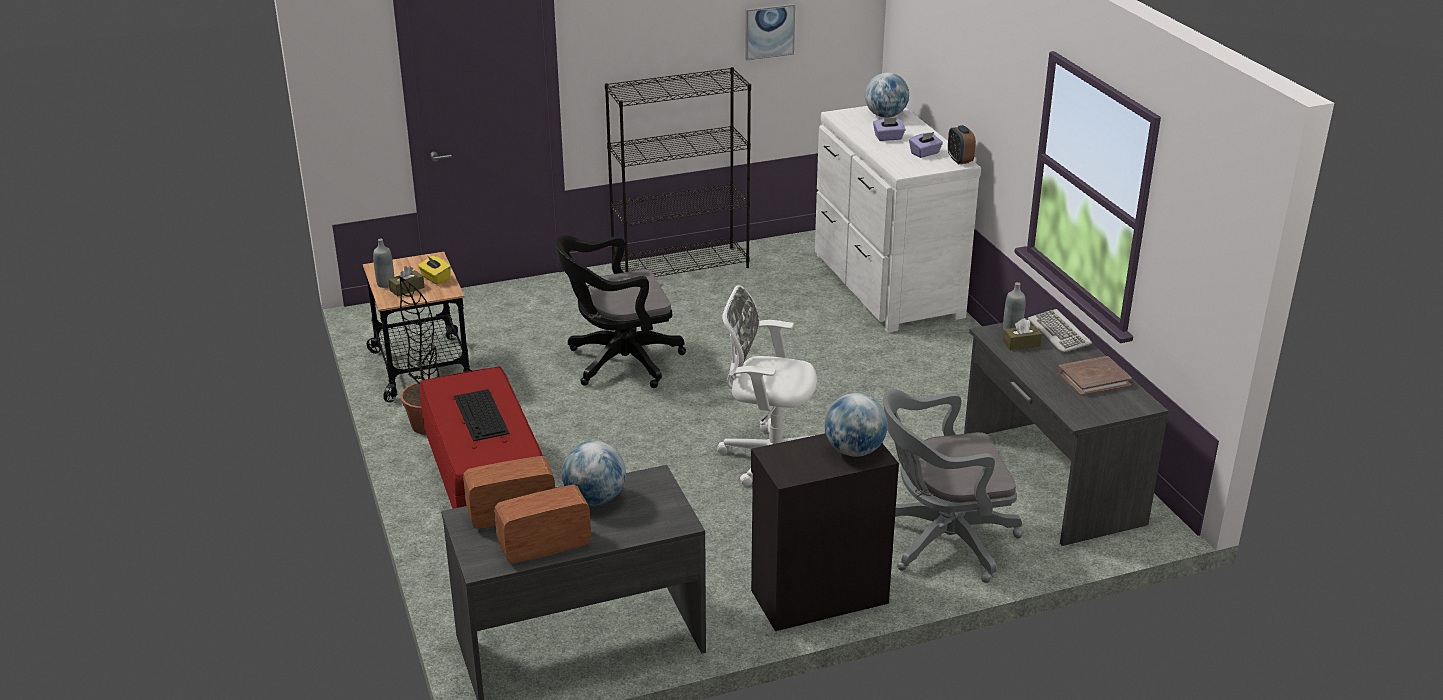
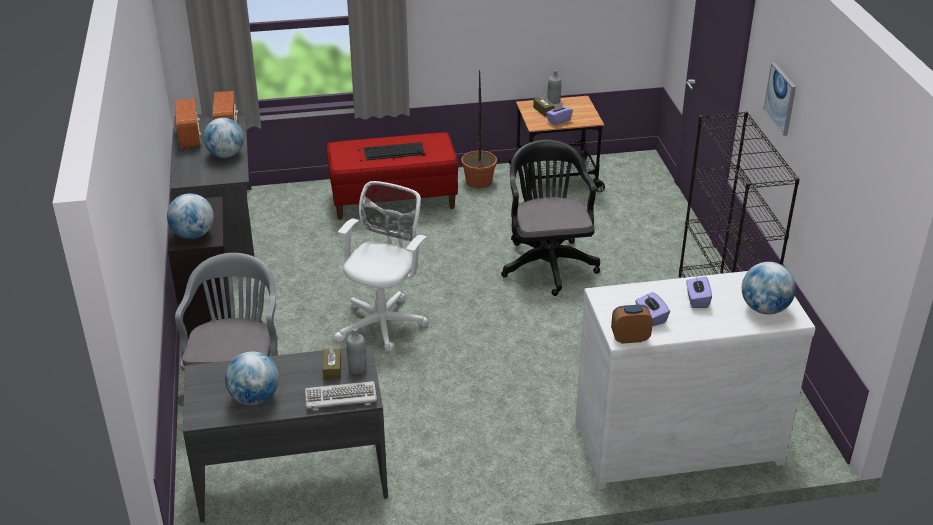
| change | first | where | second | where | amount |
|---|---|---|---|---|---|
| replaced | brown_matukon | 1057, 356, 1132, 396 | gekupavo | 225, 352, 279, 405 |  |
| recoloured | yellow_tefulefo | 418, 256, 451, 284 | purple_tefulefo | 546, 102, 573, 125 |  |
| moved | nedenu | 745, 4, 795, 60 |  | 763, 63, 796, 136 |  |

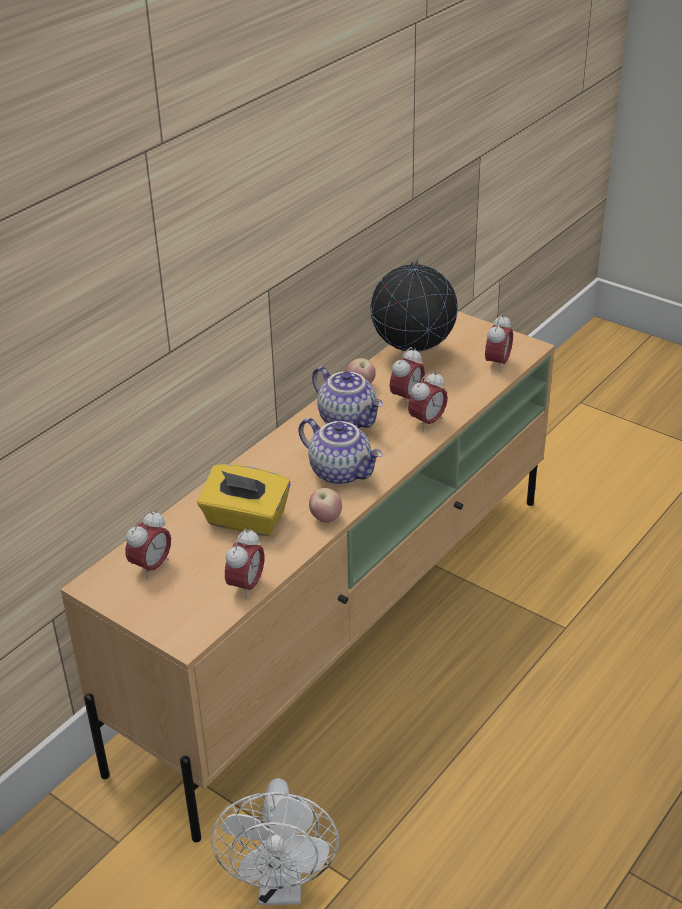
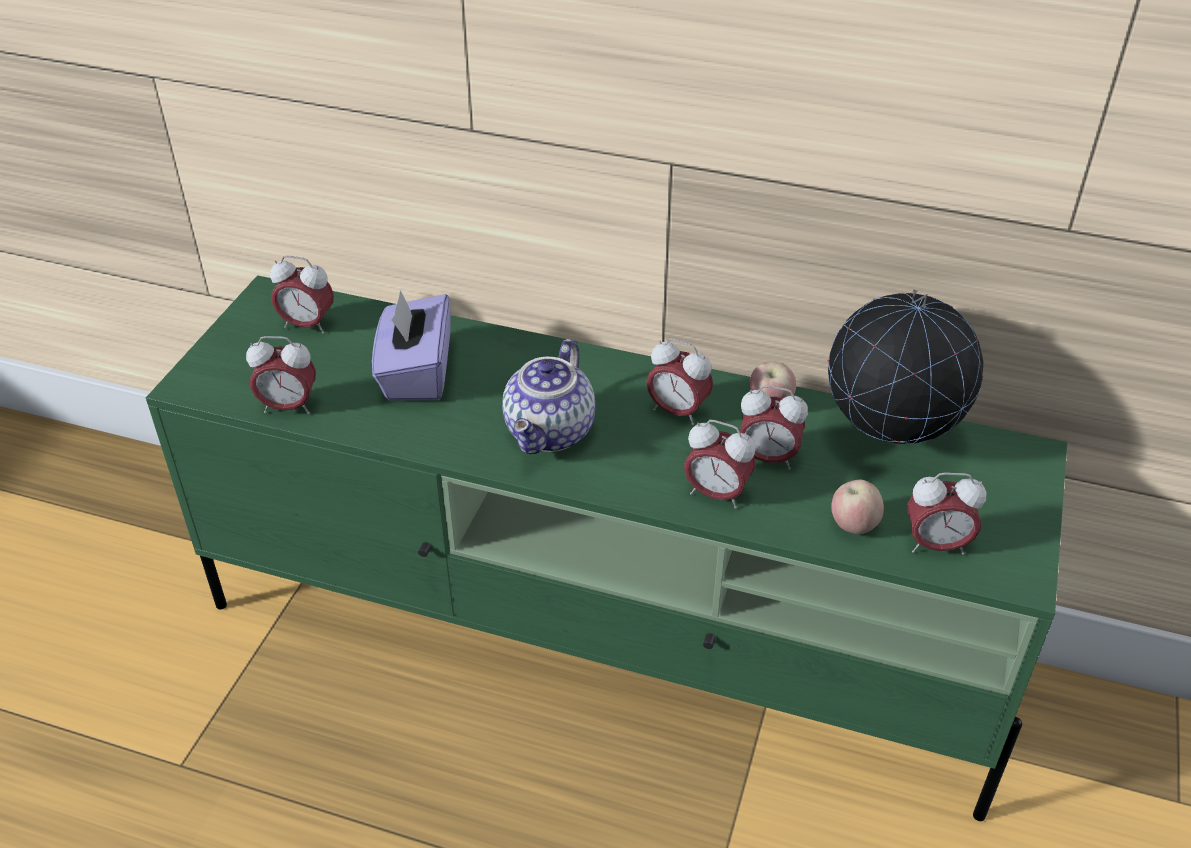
| change | first | where | second | where | amount |
|---|---|---|---|---|---|
| recoloured | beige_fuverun | 61, 311, 555, 843 | green_fuverun | 146, 275, 1067, 821 |  |
| recoloured | yellow_tefulefo | 197, 464, 291, 536 | purple_tefulefo | 372, 290, 450, 401 |  |
| replaced | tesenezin | 312, 366, 383, 429 | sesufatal | 646, 338, 713, 425 |  |
| moved | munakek | 309, 488, 342, 523 |  | 831, 480, 884, 534 |  |
| removed | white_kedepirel | 211, 778, 339, 905 |  |  |  |

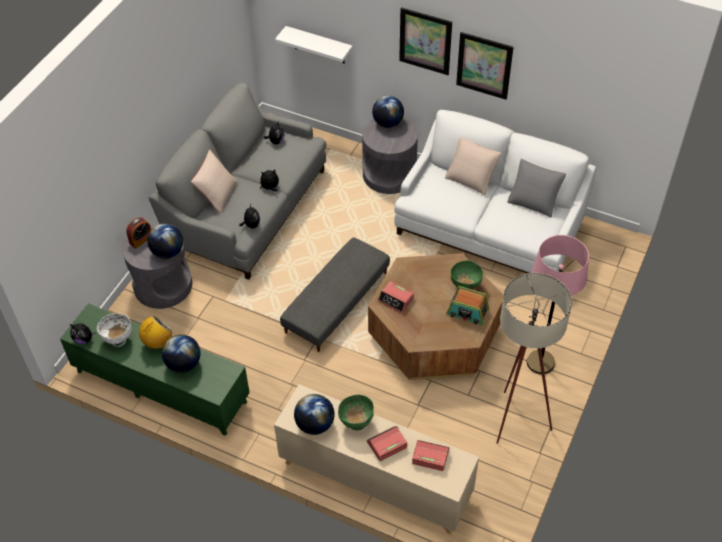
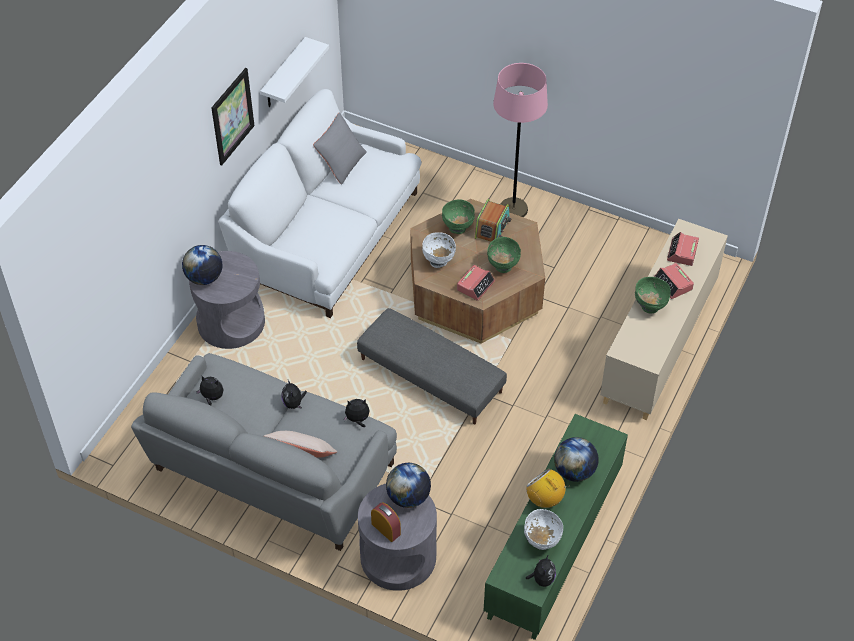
| change | first | where | second | where | amount |
|---|---|---|---|---|---|
| moved | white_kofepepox | 275, 26, 353, 63 |  | 260, 37, 329, 107 |  |
| added |  |  | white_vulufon | 422, 232, 456, 268 |  |
| added |  |  | green_vulufon | 487, 237, 521, 273 |  |
| removed | gekupavo | 294, 394, 335, 435 |  |  |  |
| removed | nedenu | 399, 7, 452, 75 |  |  |  |
| removed | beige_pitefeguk | 445, 137, 502, 195 |  |  |  |
| removed | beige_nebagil | 497, 273, 572, 444 |  |  |  |

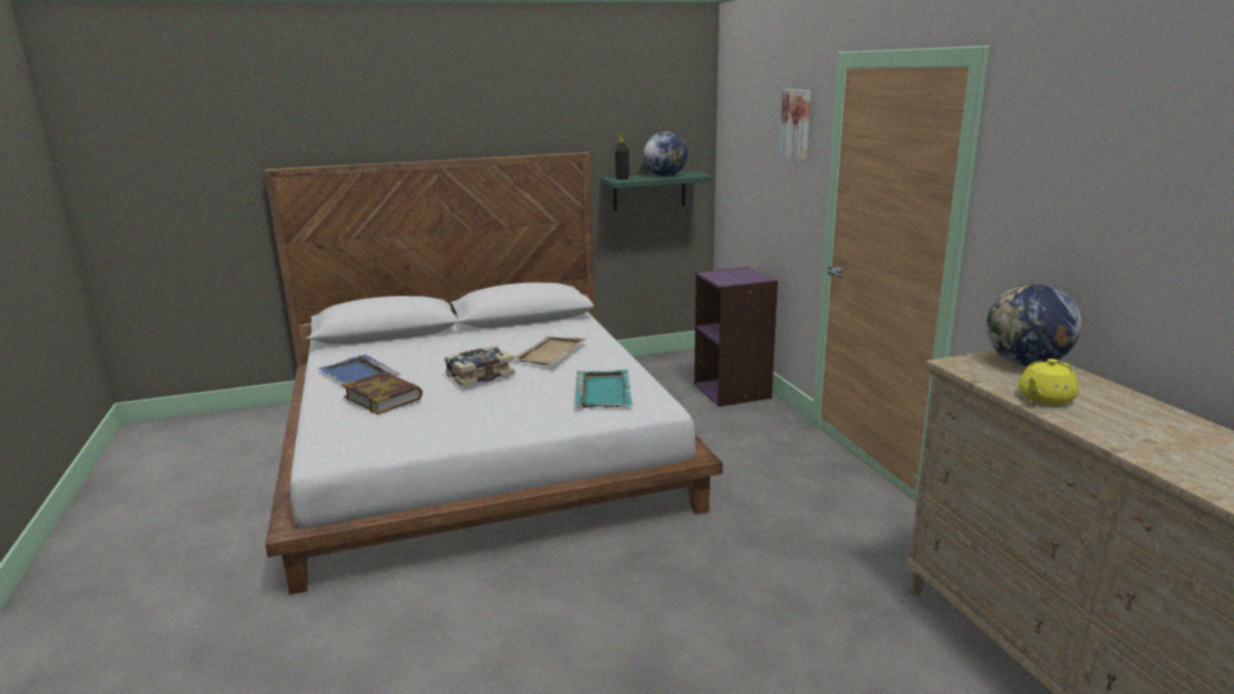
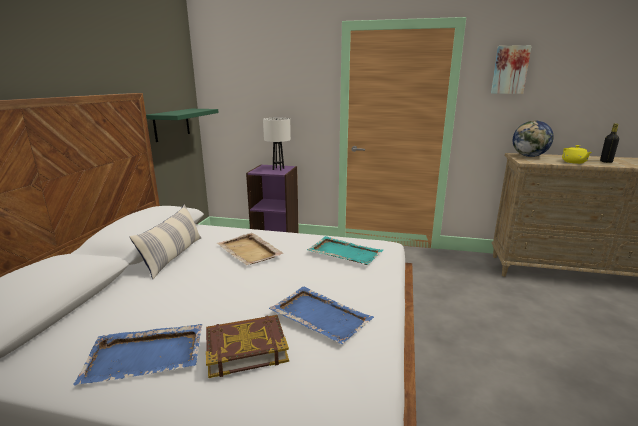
| change | first | where | second | where | amount |
|---|---|---|---|---|---|
| added |  |  | pitefeguk | 130, 204, 201, 279 |  |
| added |  |  | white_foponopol | 263, 118, 291, 170 |  |
| added |  |  | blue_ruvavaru | 269, 287, 374, 344 |  |
| moved | nedenu | 779, 89, 811, 160 |  | 491, 45, 532, 94 |  |
| moved | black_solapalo | 615, 133, 629, 179 |  | 600, 123, 619, 163 |  |
| removed | matukon | 445, 345, 515, 387 |  |  |  |
| removed | gekupavo | 643, 131, 688, 176 |  |  |  |

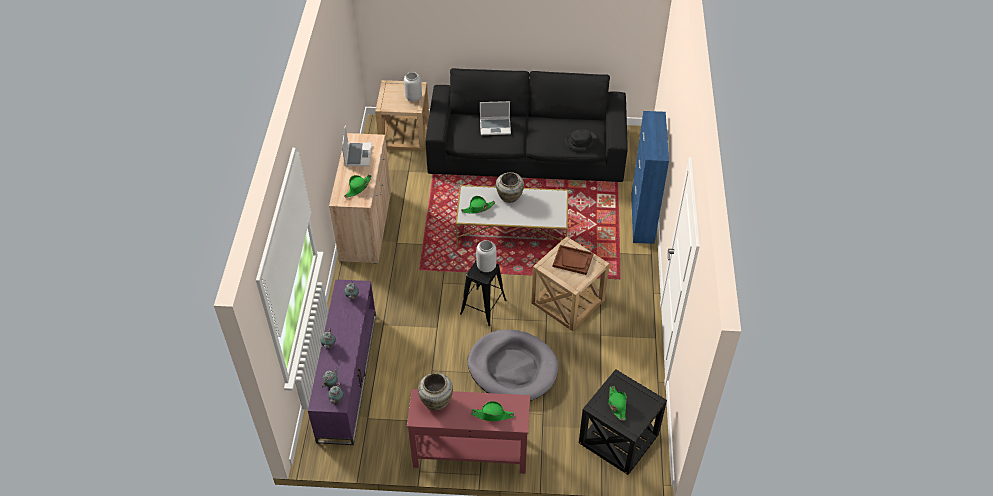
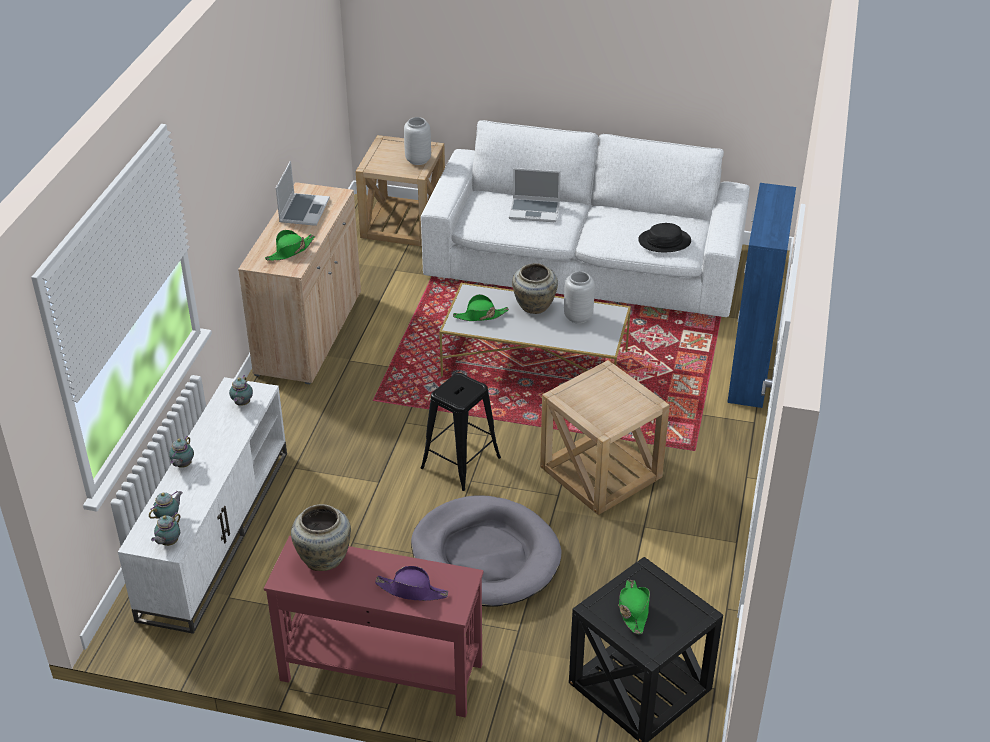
| change | first | where | second | where | amount |
|---|---|---|---|---|---|
| recoloured | purple_fuverun | 308, 279, 376, 445 | white_fuverun | 118, 377, 287, 634 |  |
| recoloured | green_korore | 471, 401, 514, 421 | purple_korore | 375, 566, 448, 601 |  |
| recoloured | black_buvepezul | 425, 68, 628, 182 | white_buvepezul | 421, 120, 750, 317 |  |
| moved | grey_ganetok | 476, 240, 497, 272 |  | 564, 271, 595, 323 |  |
| removed | brown_ruvavaru | 553, 245, 594, 275 |  |  |  |

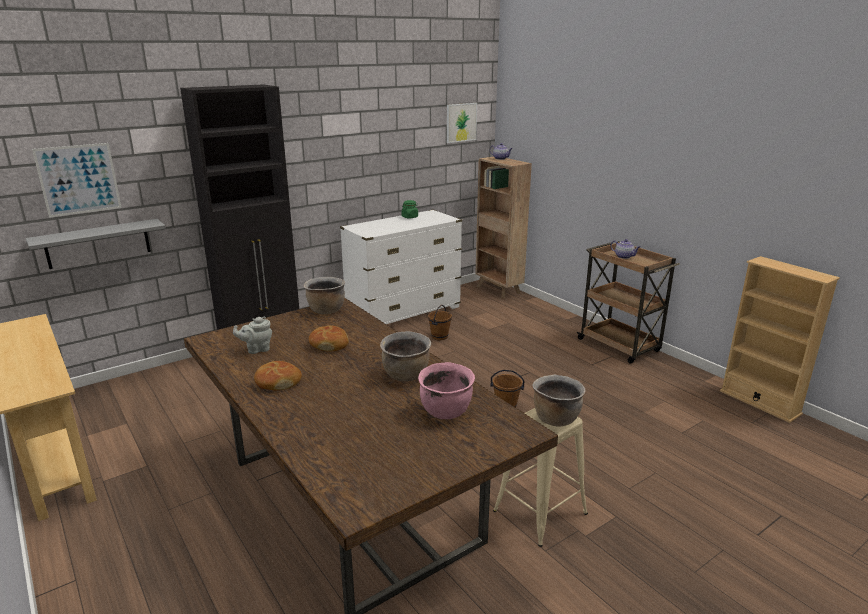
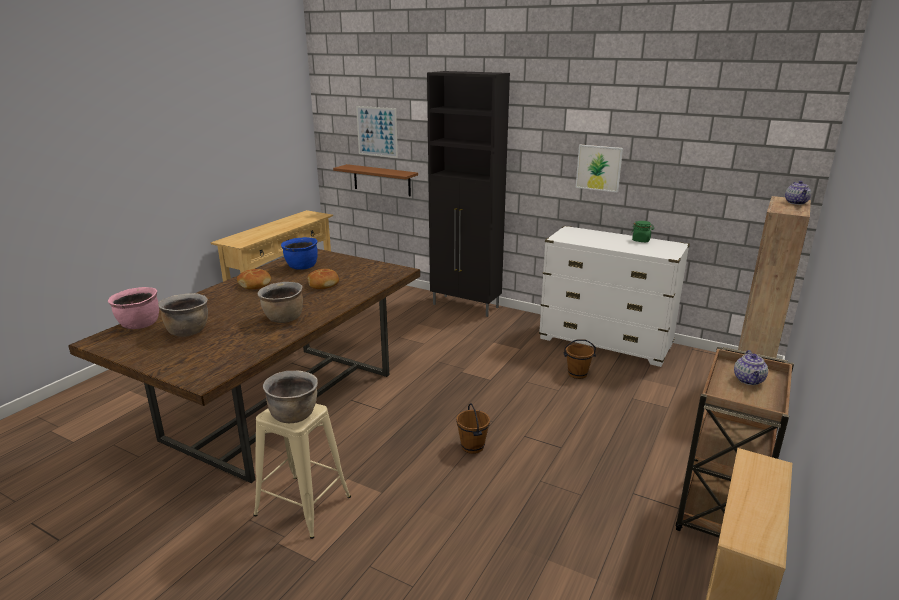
| change | first | where | second | where | amount |
|---|---|---|---|---|---|
| moved | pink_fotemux | 418, 362, 475, 419 |  | 108, 287, 159, 329 |  |
| moved | brown_fotemux | 304, 277, 345, 314 |  | 158, 293, 208, 337 |  |
| replaced | grey_tesenezin | 233, 317, 272, 354 | blue_fotemux | 281, 237, 318, 270 |  |
| recoloured | grey_kofepepox | 26, 219, 166, 269 | brown_kofepepox | 333, 164, 418, 196 |  |
| moved | nedenu | 447, 103, 477, 143 |  | 576, 145, 623, 193 |  |

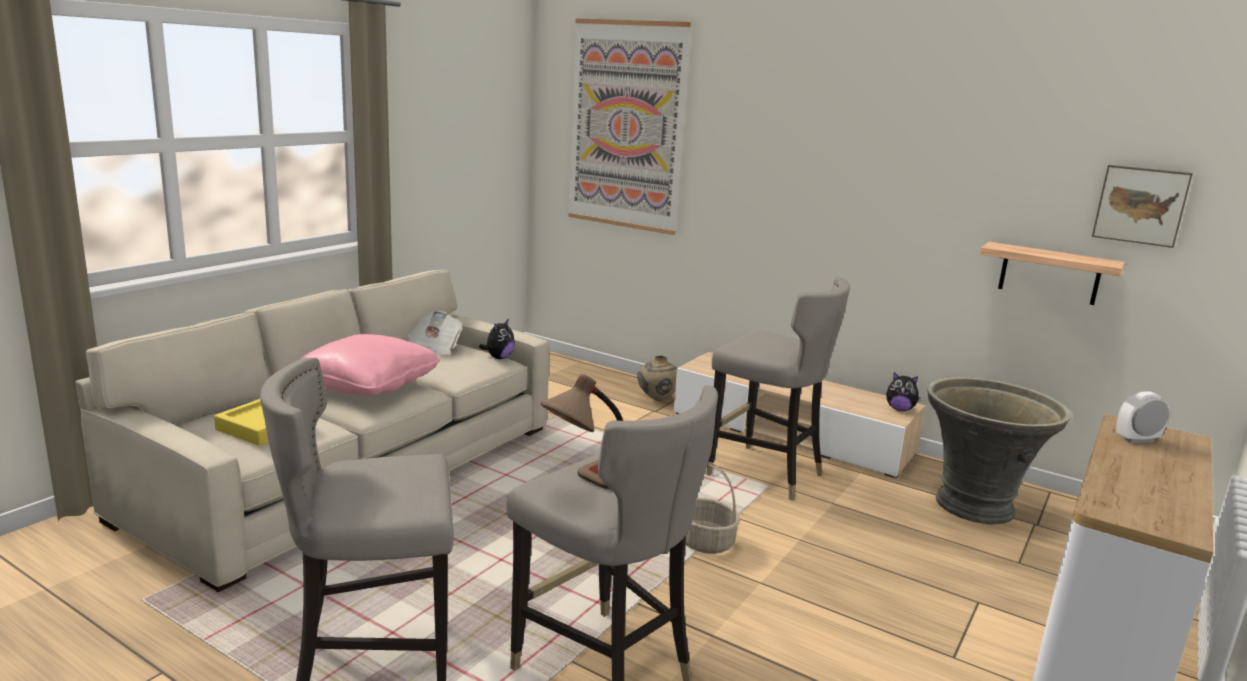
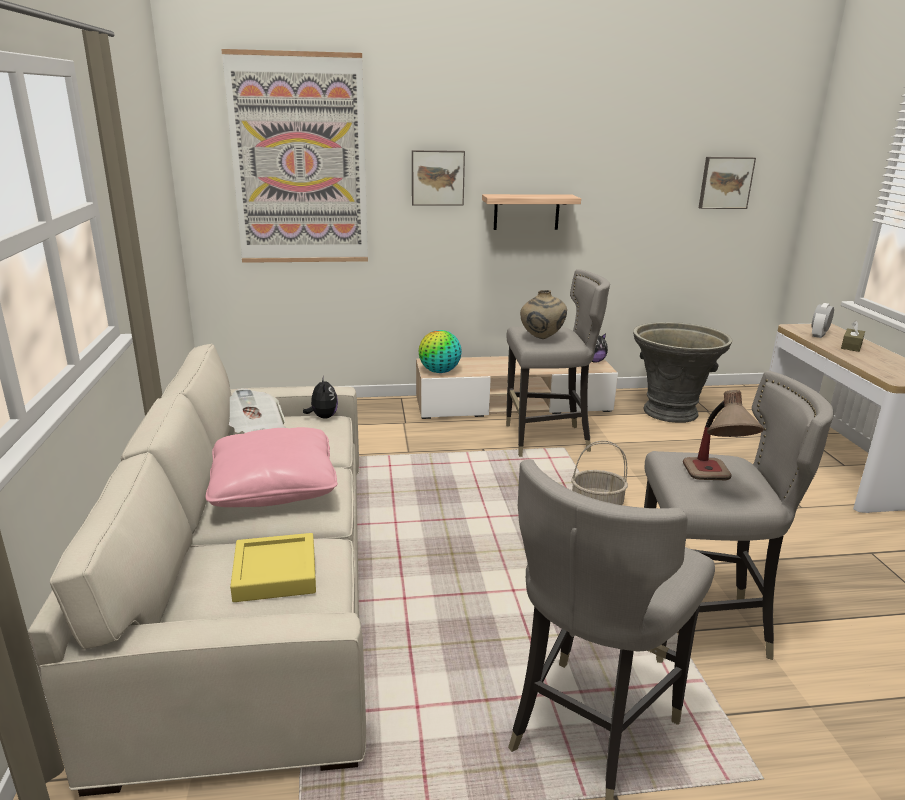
| change | first | where | second | where | amount |
|---|---|---|---|---|---|
| added |  |  | nedenu | 412, 150, 465, 205 |  |
| added |  |  | gekupavo | 418, 330, 462, 373 |  |
| moved | kofepepox | 980, 242, 1125, 305 |  | 482, 194, 581, 230 |  |
| moved | beige_ganetok | 637, 355, 677, 401 |  | 520, 290, 567, 339 |  |
| added |  |  | brown_tefulefo | 841, 321, 865, 352 |  |

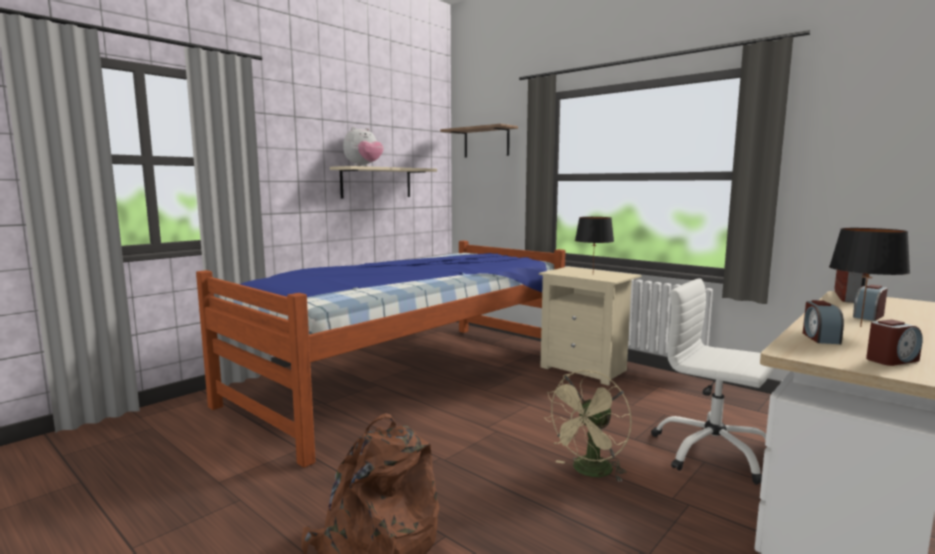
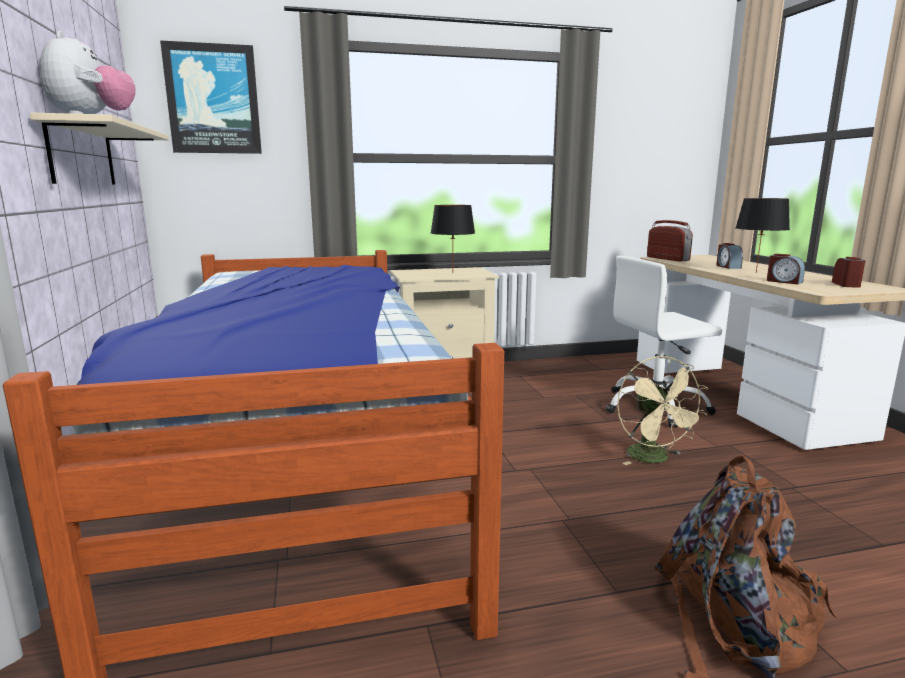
| change | first | where | second | where | amount |
|---|---|---|---|---|---|
| replaced | kofepepox | 440, 124, 518, 158 | nedenu | 160, 40, 262, 154 |  |

